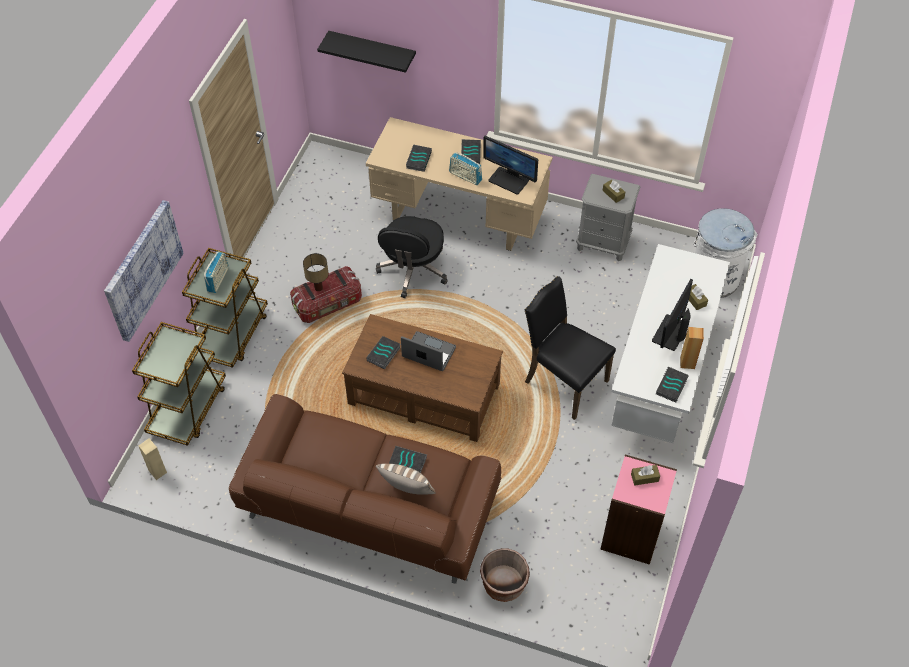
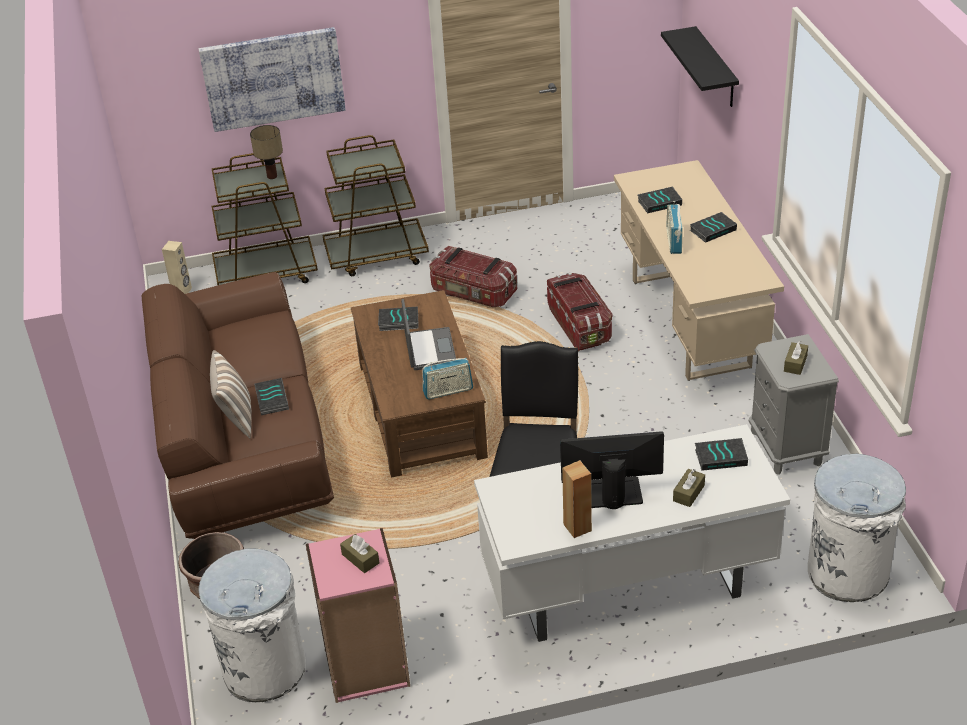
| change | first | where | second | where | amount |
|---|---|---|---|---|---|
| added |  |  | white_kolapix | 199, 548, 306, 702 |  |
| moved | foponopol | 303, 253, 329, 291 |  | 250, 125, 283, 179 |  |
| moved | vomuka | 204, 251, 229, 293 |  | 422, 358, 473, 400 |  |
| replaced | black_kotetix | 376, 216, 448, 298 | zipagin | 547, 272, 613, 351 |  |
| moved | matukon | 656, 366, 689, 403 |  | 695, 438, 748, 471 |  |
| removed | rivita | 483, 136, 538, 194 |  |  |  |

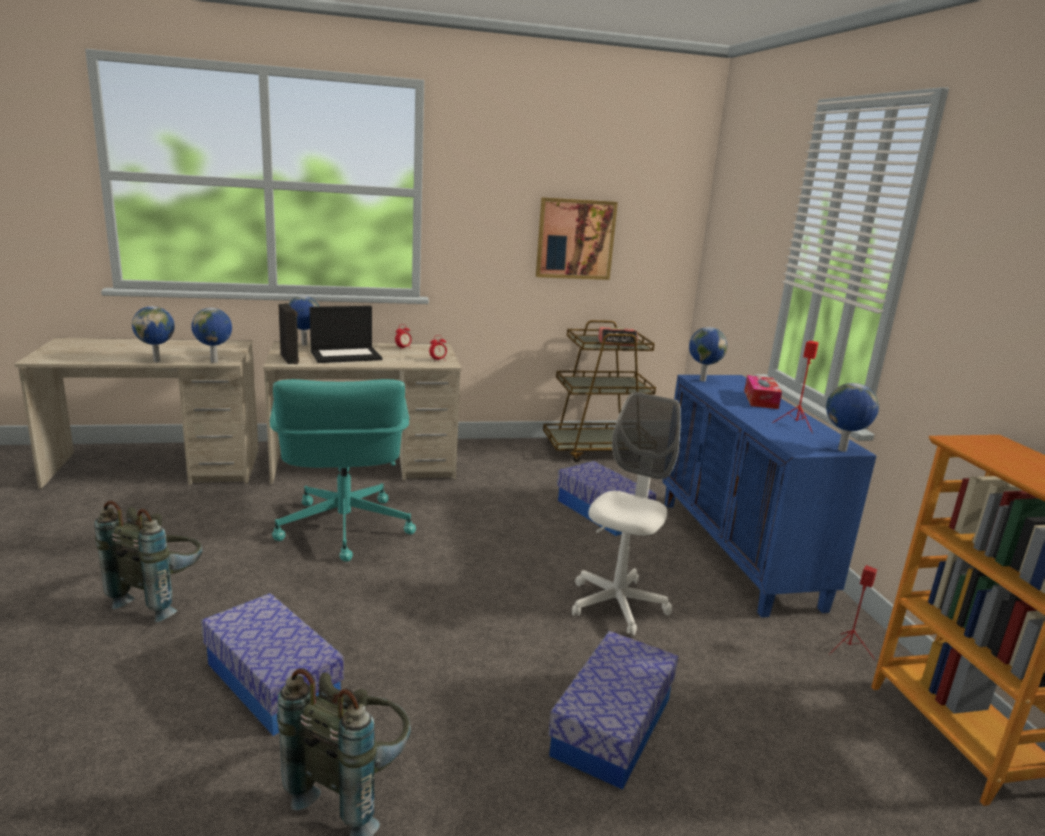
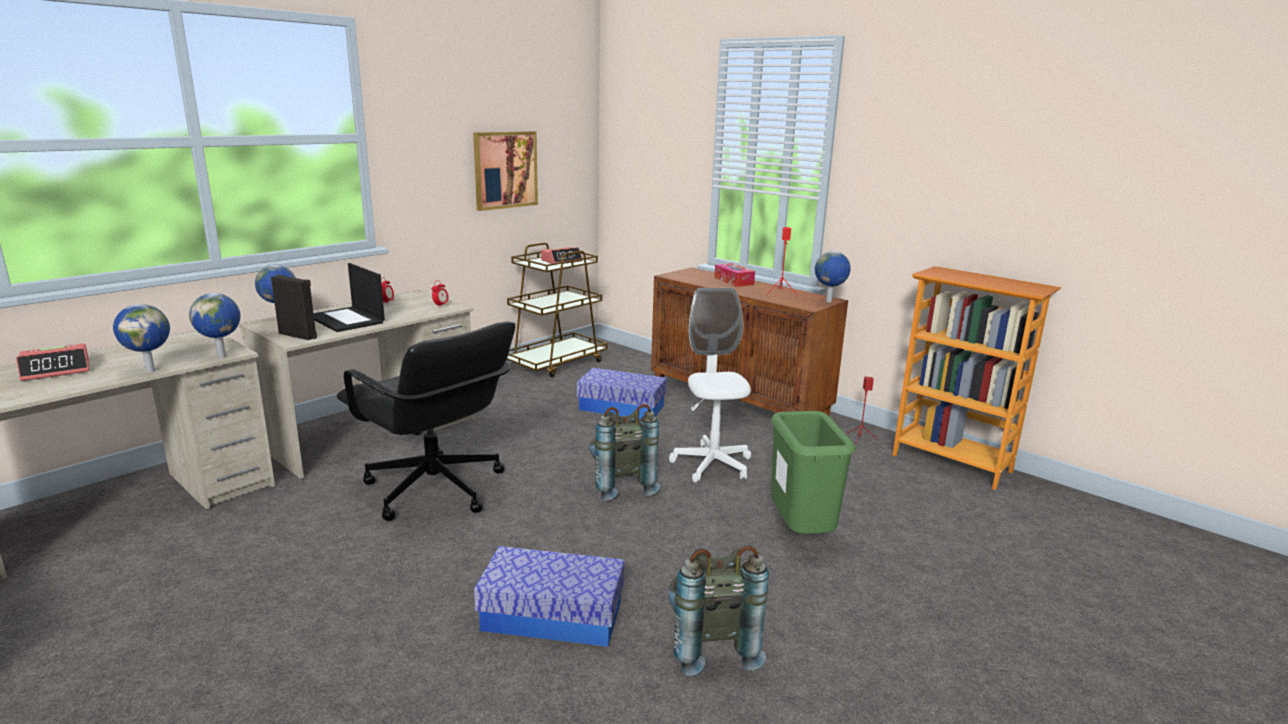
| change | first | where | second | where | amount |
|---|---|---|---|---|---|
| added |  |  | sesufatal | 16, 343, 89, 381 |  |
| turned | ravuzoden | 310, 306, 382, 363 |  | 314, 263, 385, 332 | 105 degrees clockwise |
| recoloured | turquoise_kotetix | 270, 379, 416, 562 | black_kotetix | 337, 321, 516, 521 |  |
| moved | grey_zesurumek | 95, 500, 203, 623 |  | 589, 404, 660, 501 |  |
| recoloured | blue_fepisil | 662, 375, 876, 618 | brown_fepisil | 651, 267, 848, 416 |  |
| replaced | zipagin | 548, 631, 678, 790 | green_kolapix | 771, 411, 856, 534 |  |
| removed | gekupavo | 689, 327, 727, 381 |  |  |  |

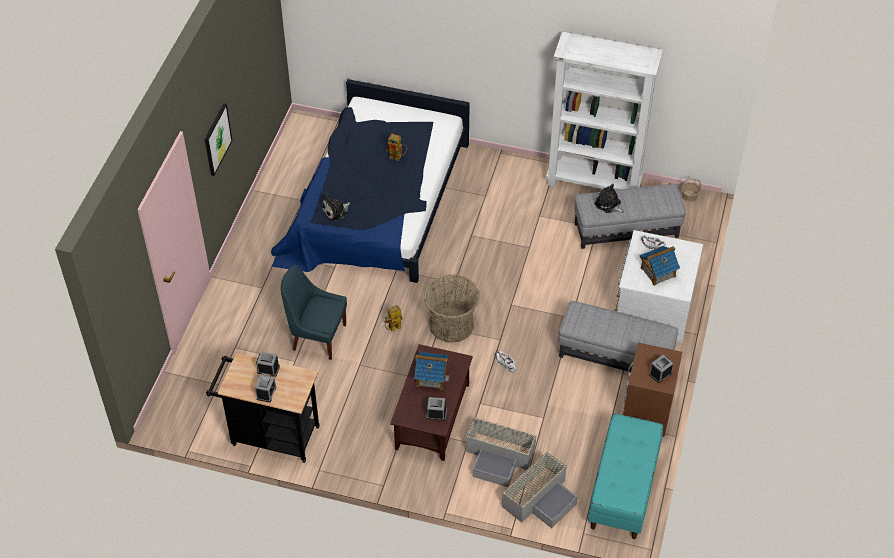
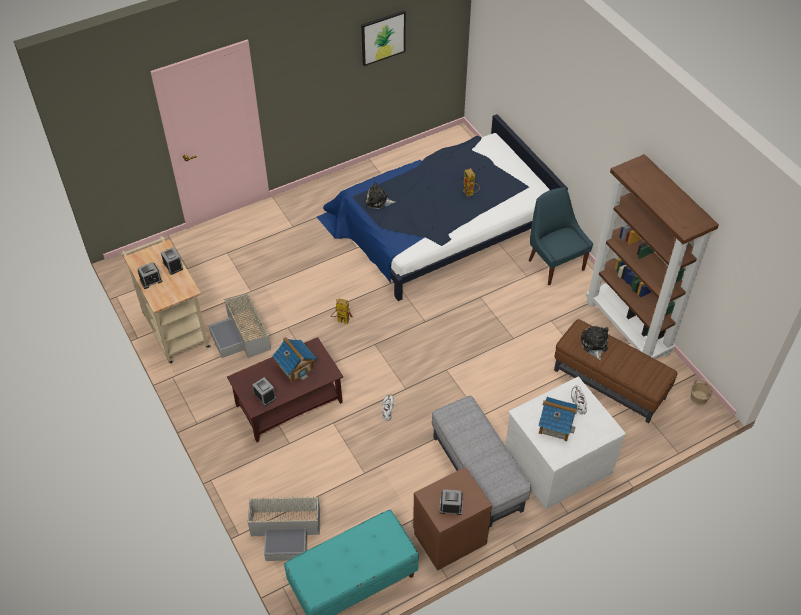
| change | first | where | second | where | amount |
|---|---|---|---|---|---|
| recoloured | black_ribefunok | 206, 353, 320, 463 | beige_ribefunok | 121, 236, 211, 364 |  |
| moved | grey_zipagin | 466, 416, 537, 487 |  | 209, 293, 271, 358 |  |
| moved | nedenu | 205, 103, 233, 176 |  | 361, 10, 406, 66 |  |
| moved | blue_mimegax | 281, 265, 347, 360 |  | 528, 187, 593, 285 |  |
| recoloured | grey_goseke | 574, 184, 686, 249 | brown_goseke | 554, 319, 677, 423 |  |
| recoloured | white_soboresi | 546, 32, 663, 190 | brown_soboresi | 586, 154, 719, 359 |  |
| removed | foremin | 424, 274, 480, 343 |  |  |  |

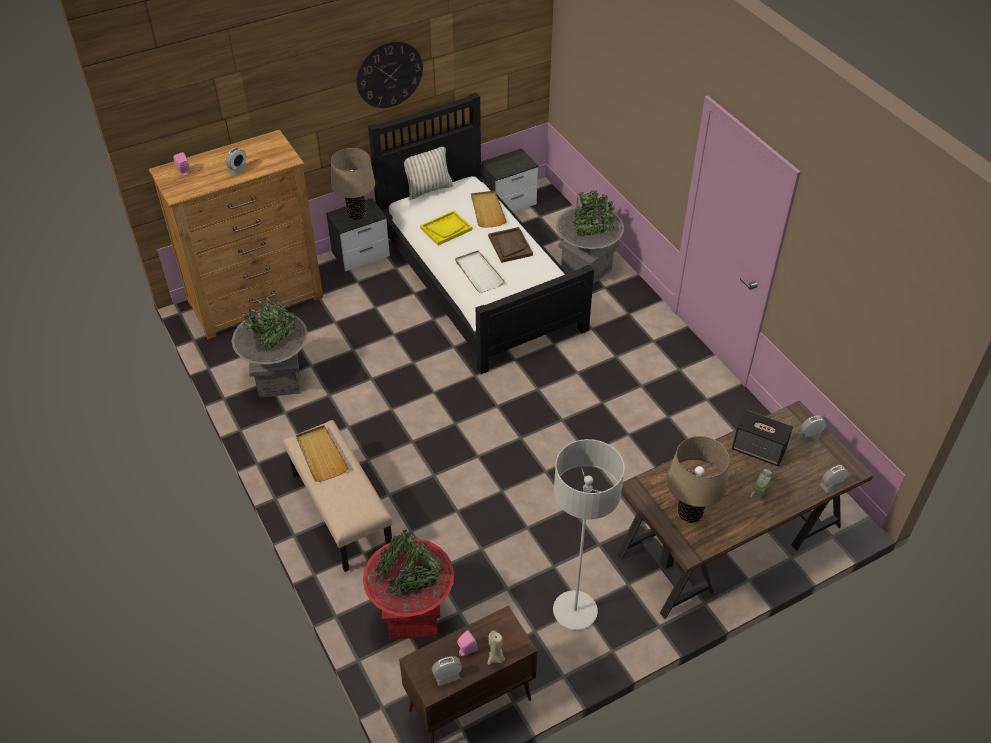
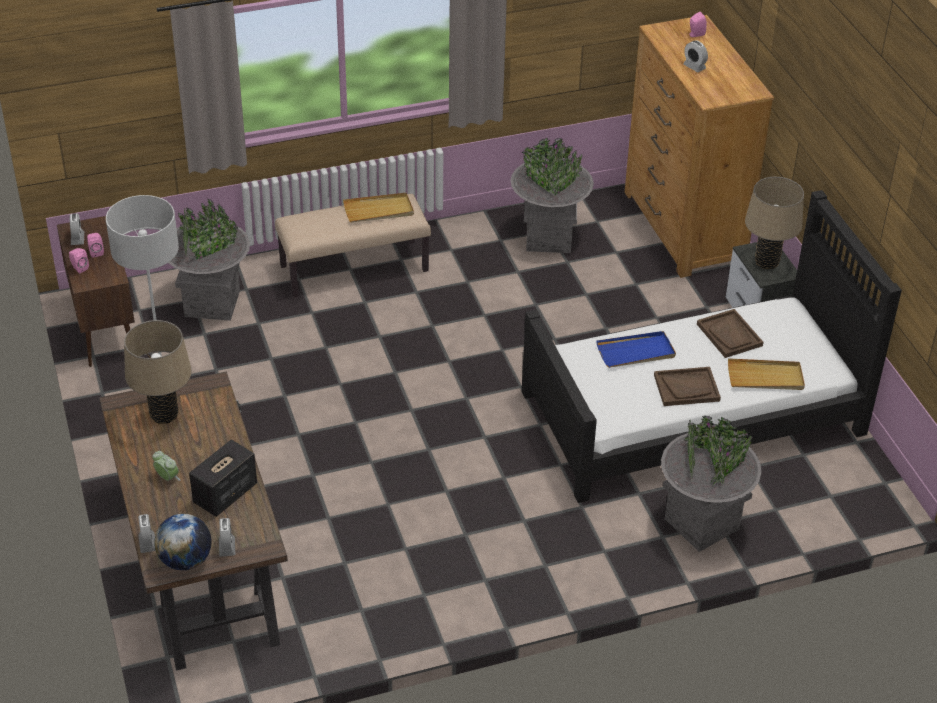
| change | first | where | second | where | amount |
|---|---|---|---|---|---|
| replaced | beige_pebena | 487, 631, 505, 665 | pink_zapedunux | 69, 248, 89, 273 |  |
| added |  |  | gekupavo | 154, 514, 212, 570 |  |
| recoloured | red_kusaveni | 363, 530, 454, 640 | grey_kusaveni | 168, 199, 250, 321 |  |
| recoloured | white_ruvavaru | 455, 250, 505, 292 | blue_ruvavaru | 596, 331, 676, 368 |  |
| recoloured | yellow_ruvavaru | 420, 211, 472, 246 | brown_ruvavaru | 697, 309, 763, 358 |  |
| removed | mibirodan | 356, 41, 423, 108 |  |  |  |
| removed | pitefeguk | 404, 147, 453, 200 |  |  |  |
| removed | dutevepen | 481, 148, 538, 212 |  |  |  |

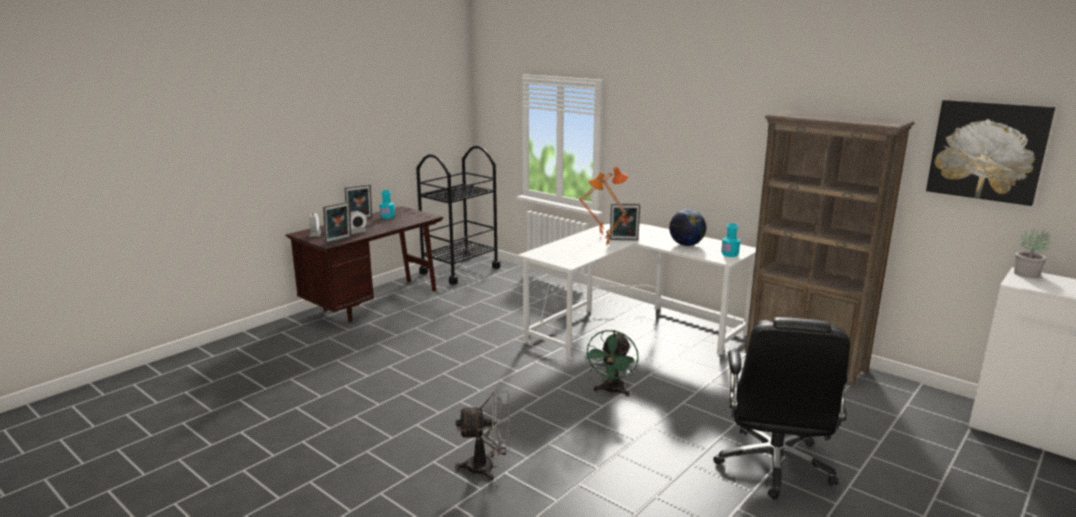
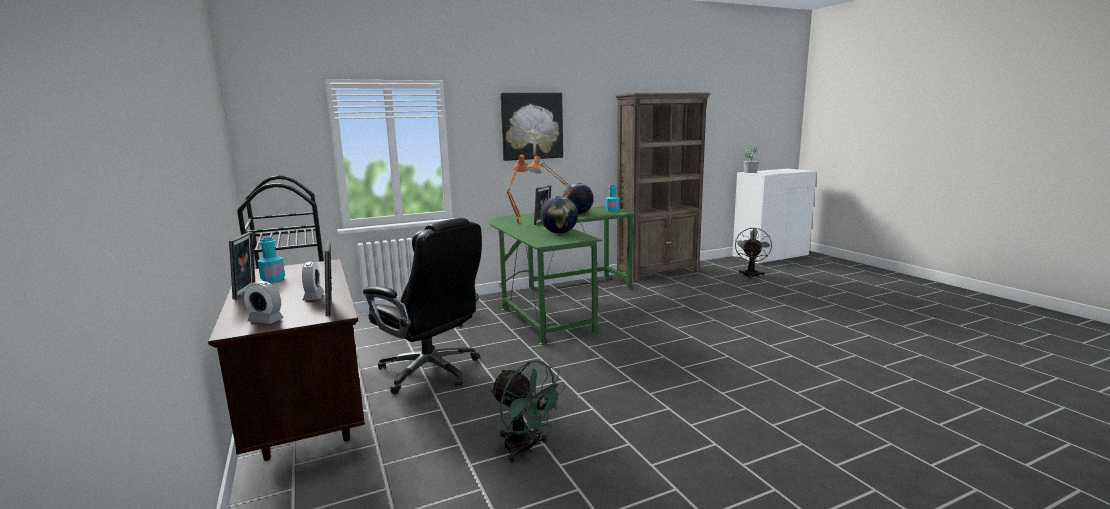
| change | first | where | second | where | amount |
|---|---|---|---|---|---|
| moved | black_kotetix | 713, 317, 850, 500 |  | 363, 218, 482, 394 |  |
| recoloured | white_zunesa | 518, 224, 756, 360 | green_zunesa | 489, 206, 636, 345 |  |
| moved | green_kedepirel | 584, 330, 639, 397 |  | 490, 360, 565, 463 |  |
| moved | nedenu | 926, 100, 1055, 206 |  | 500, 93, 563, 161 |  |
| added |  |  | gekupavo | 541, 196, 578, 234 |  |
| moved | grey_kedepirel | 455, 390, 510, 481 |  | 735, 227, 772, 279 |  |

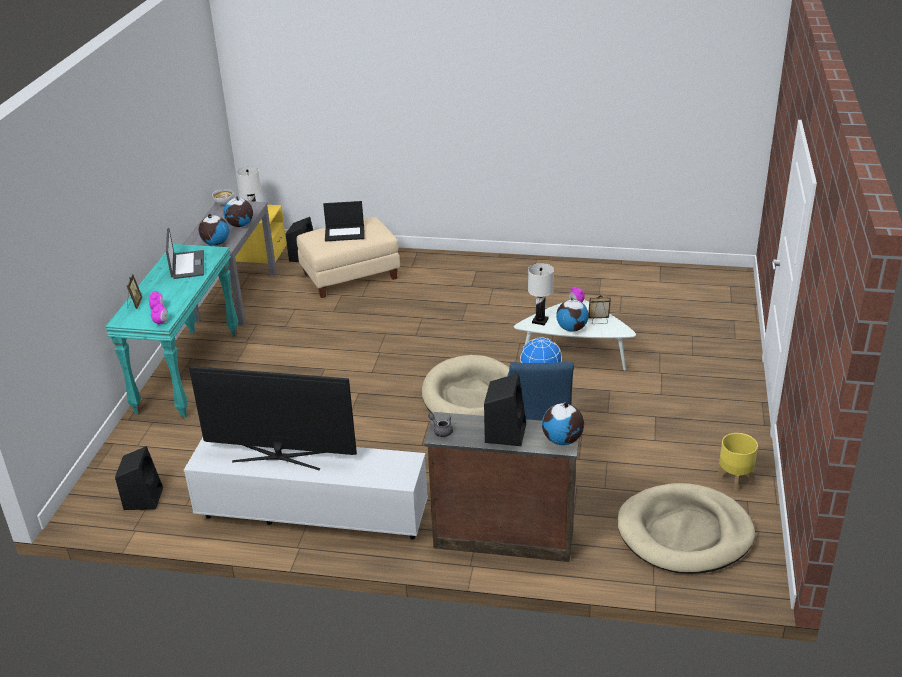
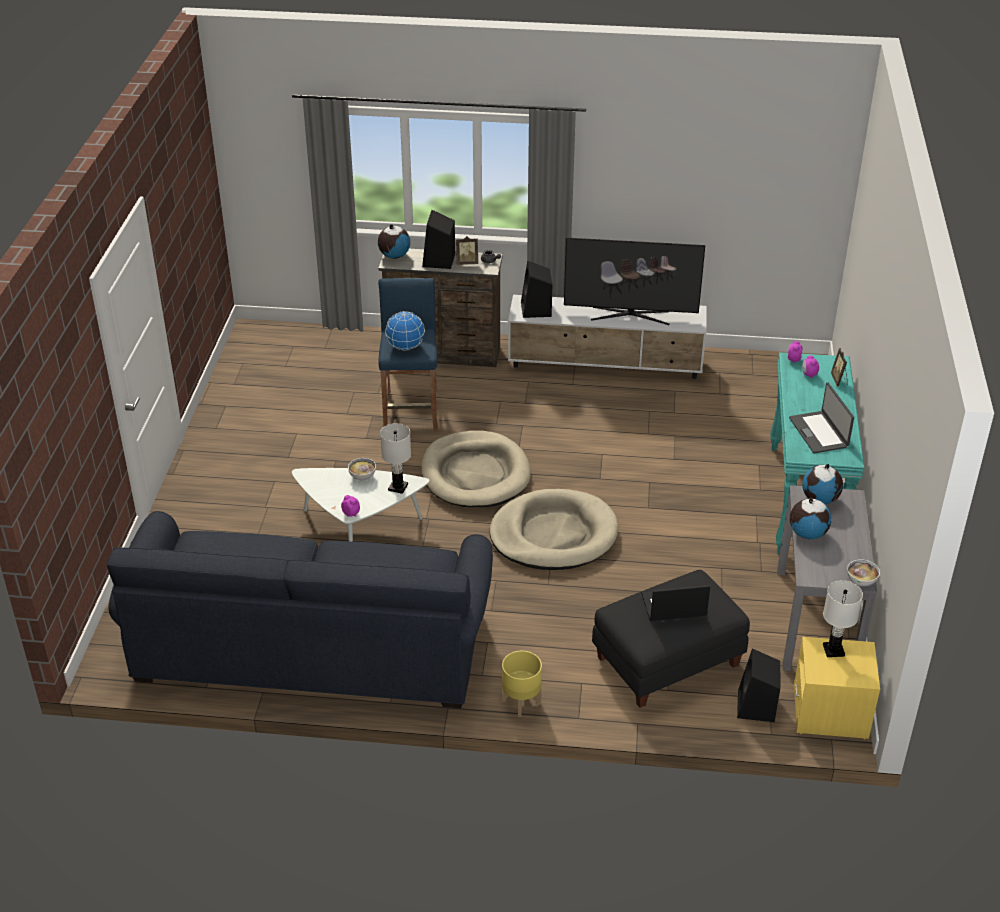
| change | first | where | second | where | amount |
|---|---|---|---|---|---|
| added |  |  | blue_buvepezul | 107, 511, 493, 708 |  |
| replaced | gekupavo | 556, 297, 589, 332 | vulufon | 348, 458, 376, 480 |  |
| moved | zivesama | 588, 295, 611, 324 |  | 456, 236, 478, 265 |  |
| moved | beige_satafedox | 618, 483, 755, 574 |  | 490, 489, 618, 570 |  |
| moved | yellow_kusaveni | 717, 433, 758, 492 |  | 502, 651, 542, 717 |  |
| moved | black_zapedunux | 115, 446, 163, 510 |  | 521, 261, 552, 318 |  |
| recoloured | beige_goseke | 297, 217, 400, 298 | black_goseke | 592, 570, 750, 708 |  |

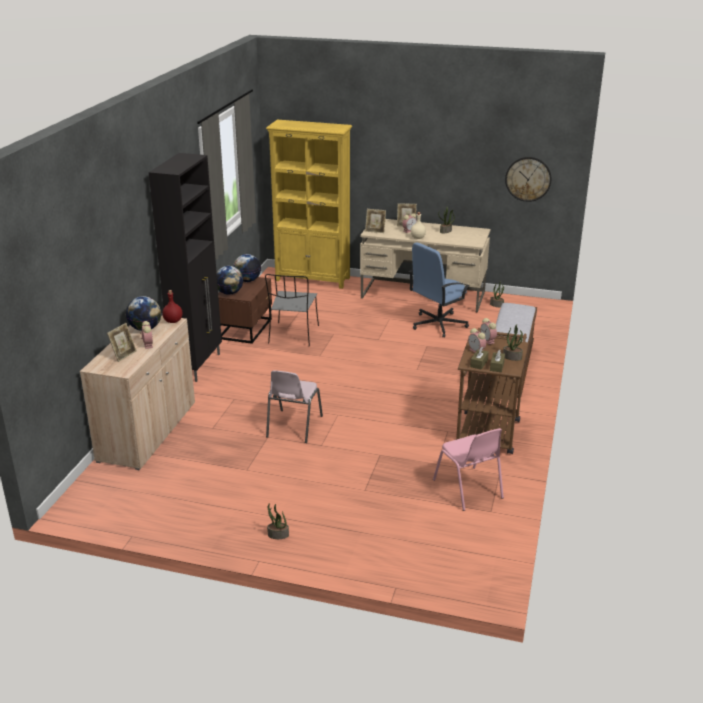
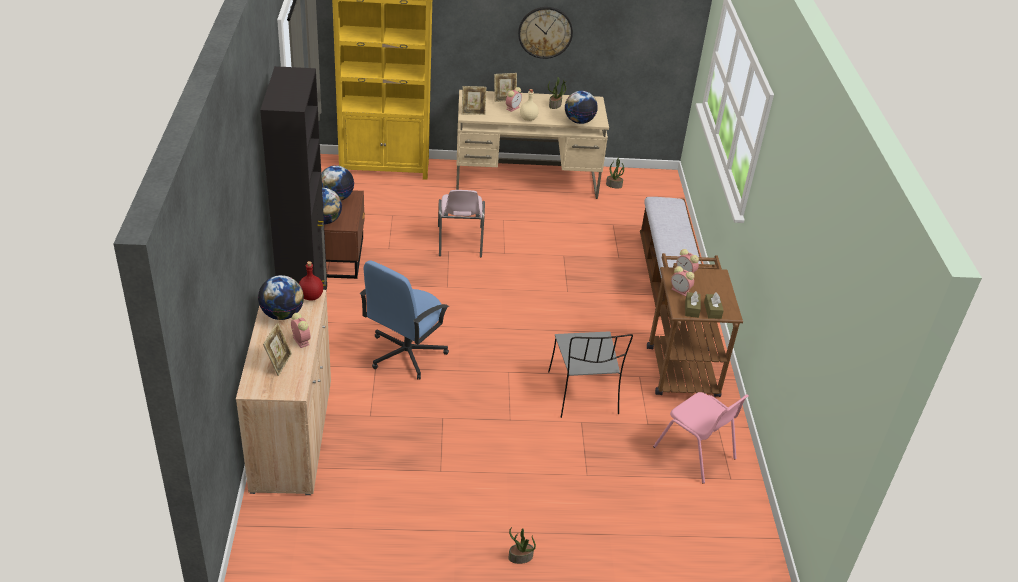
| change | first | where | second | where | amount |
|---|---|---|---|---|---|
| moved | blue_kotetix | 409, 243, 469, 338 |  | 360, 260, 449, 379 |  |
| moved | pink_mimegax | 266, 370, 323, 443 |  | 438, 190, 485, 257 |  |
| moved | mibirodan | 505, 157, 551, 202 |  | 518, 7, 573, 59 |  |
| moved | grey_mimegax | 265, 274, 319, 347 |  | 548, 331, 633, 418 |  |
| added |  |  | gekupavo | 565, 91, 598, 124 |  |
| removed | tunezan | 503, 324, 523, 361 |  |  |  |

